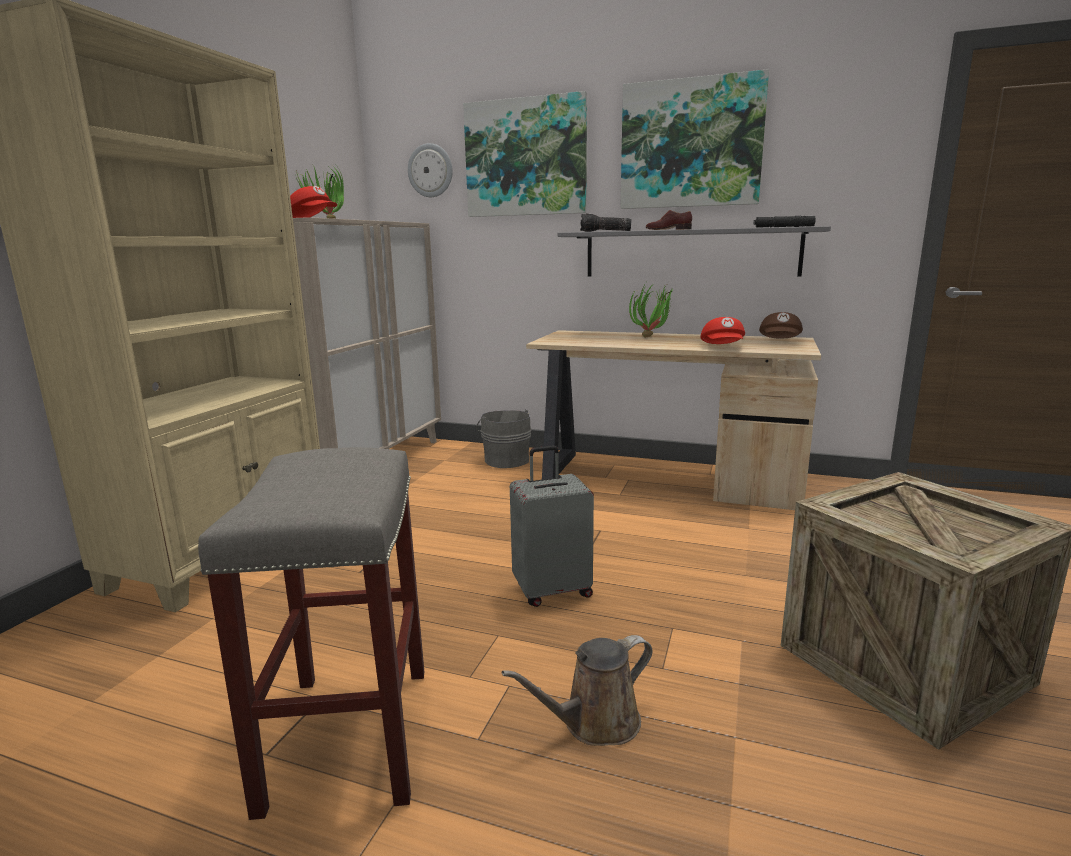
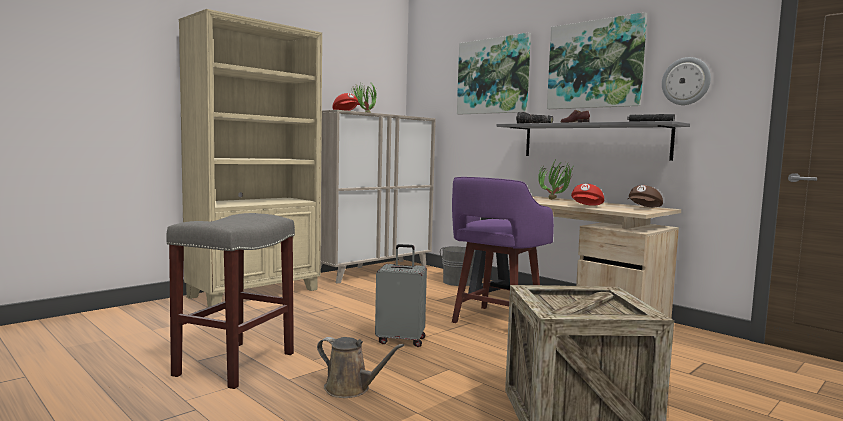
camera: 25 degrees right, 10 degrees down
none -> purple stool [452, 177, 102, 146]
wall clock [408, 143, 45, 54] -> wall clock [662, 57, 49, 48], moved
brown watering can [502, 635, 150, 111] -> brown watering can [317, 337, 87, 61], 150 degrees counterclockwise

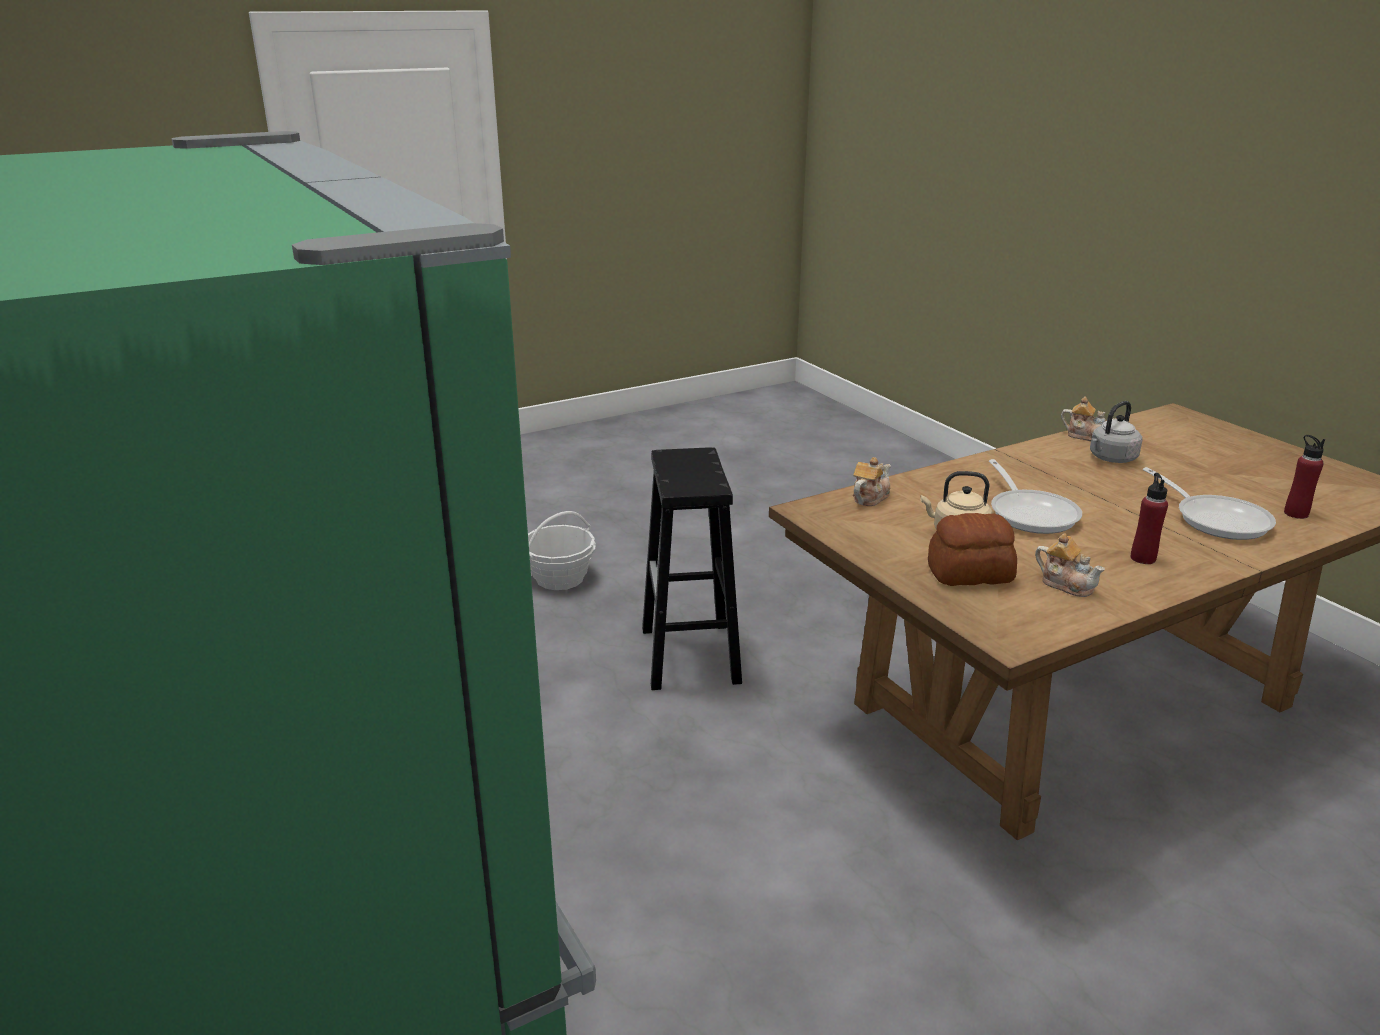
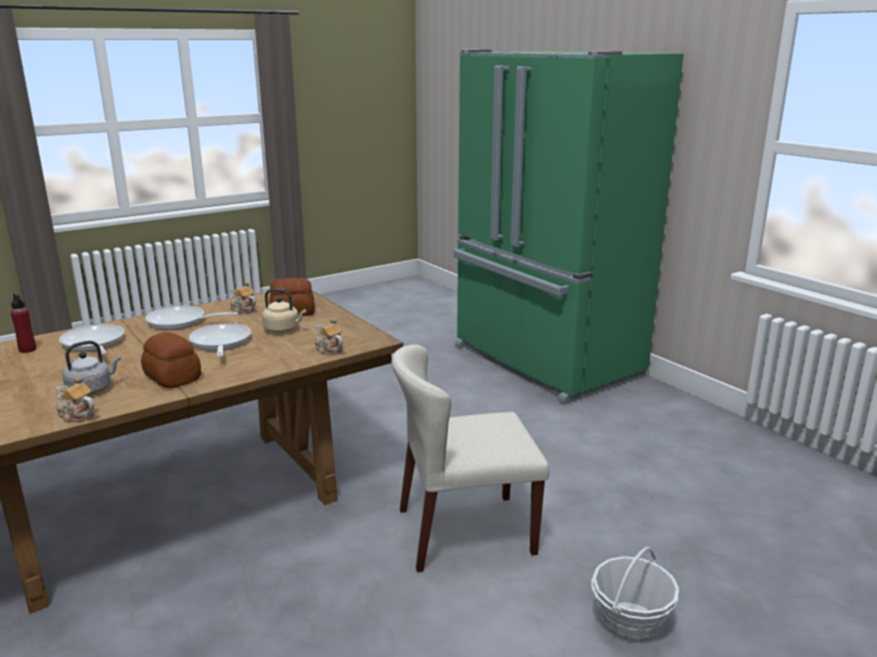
camera: 175 degrees right, 5 degrees down
none -> bread [141, 332, 60, 56]
black stool [642, 447, 100, 243] -> beige chair [391, 345, 159, 227]
red bottle [1131, 473, 37, 91] -> frying pan [145, 306, 94, 24]
teapot [853, 457, 38, 49] -> teapot [314, 317, 29, 38], 105 degrees clockwise

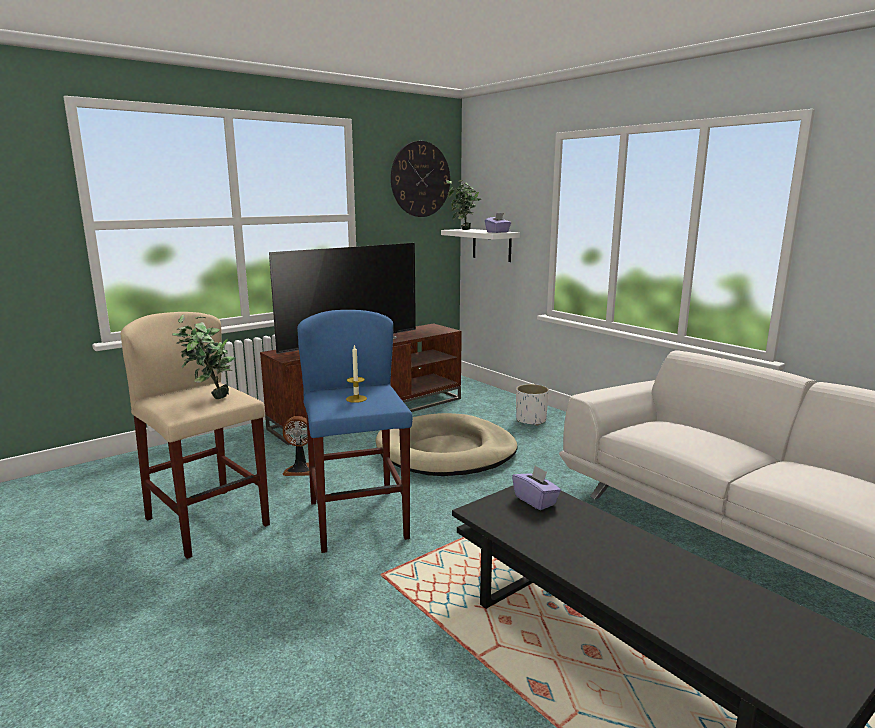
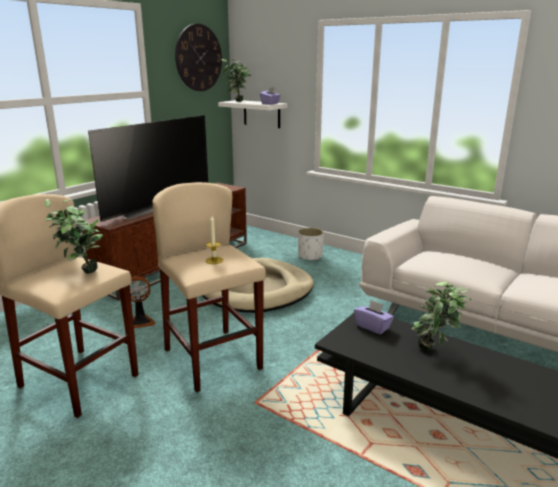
camera: 15 degrees left, 5 degrees up
none -> potted plant [411, 281, 61, 70]
blue stool [297, 310, 116, 243] -> beige stool [152, 182, 114, 211]

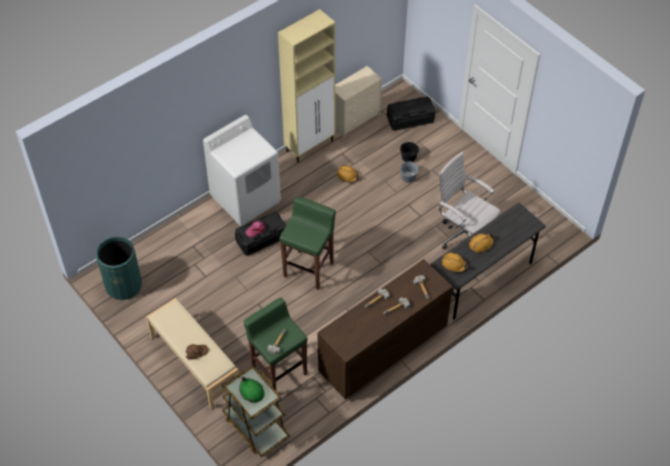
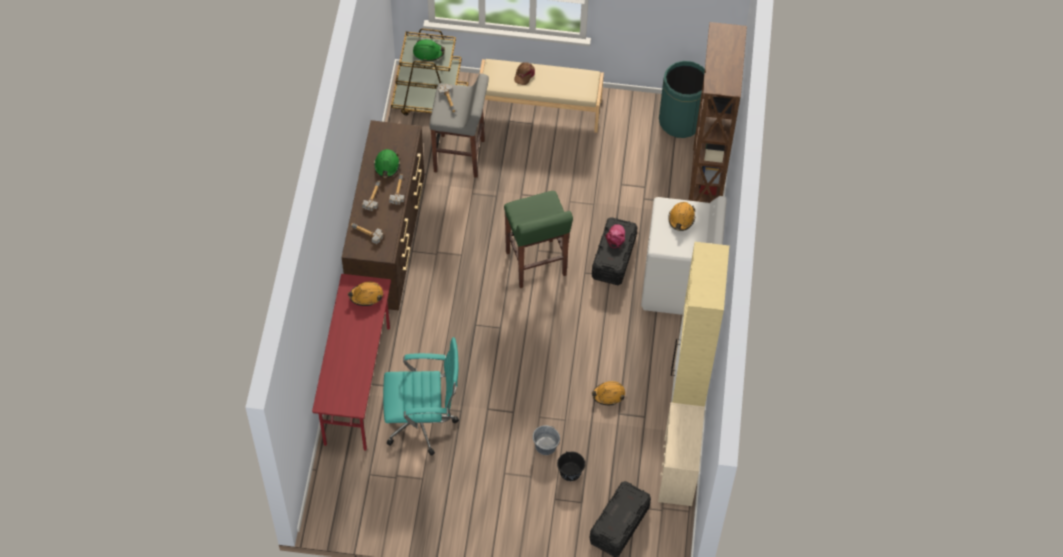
camera: 135 degrees right, 5 degrees up
none -> green hard hat [374, 149, 26, 29]
none -> brown bookcase [688, 22, 59, 181]
orange hard hat [469, 233, 25, 19] -> orange hard hat [668, 202, 27, 29], moved
green stool [243, 298, 65, 93] -> grey stool [429, 74, 60, 104]
grey desk [430, 202, 116, 118] -> red desk [312, 274, 79, 177]
white office chair [439, 152, 62, 97] -> turquoise office chair [383, 337, 76, 118]

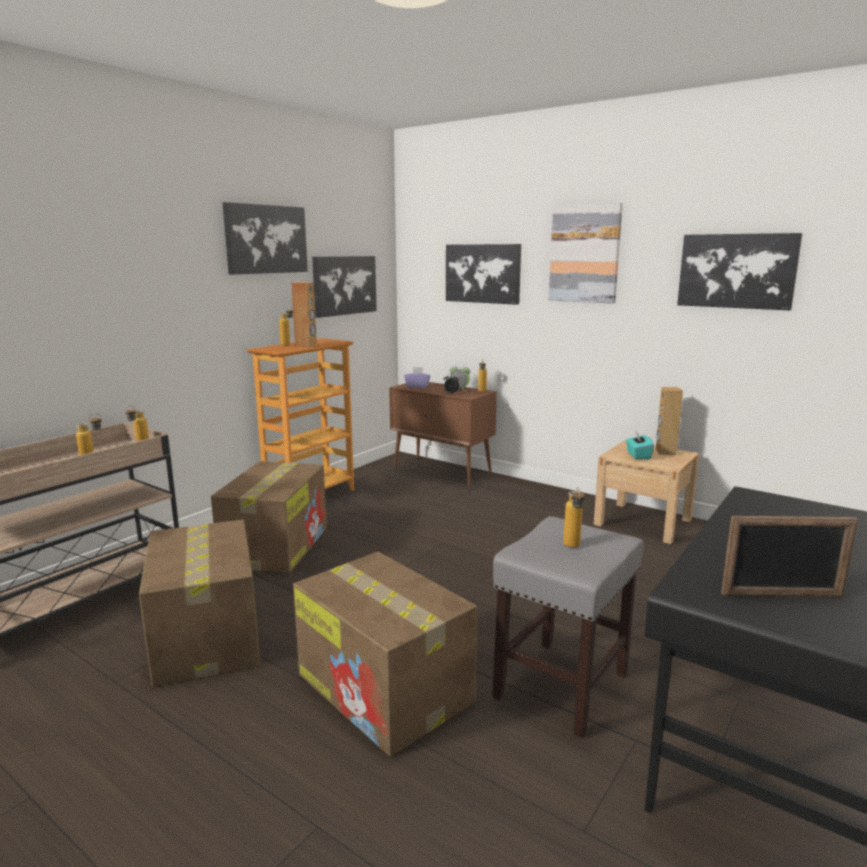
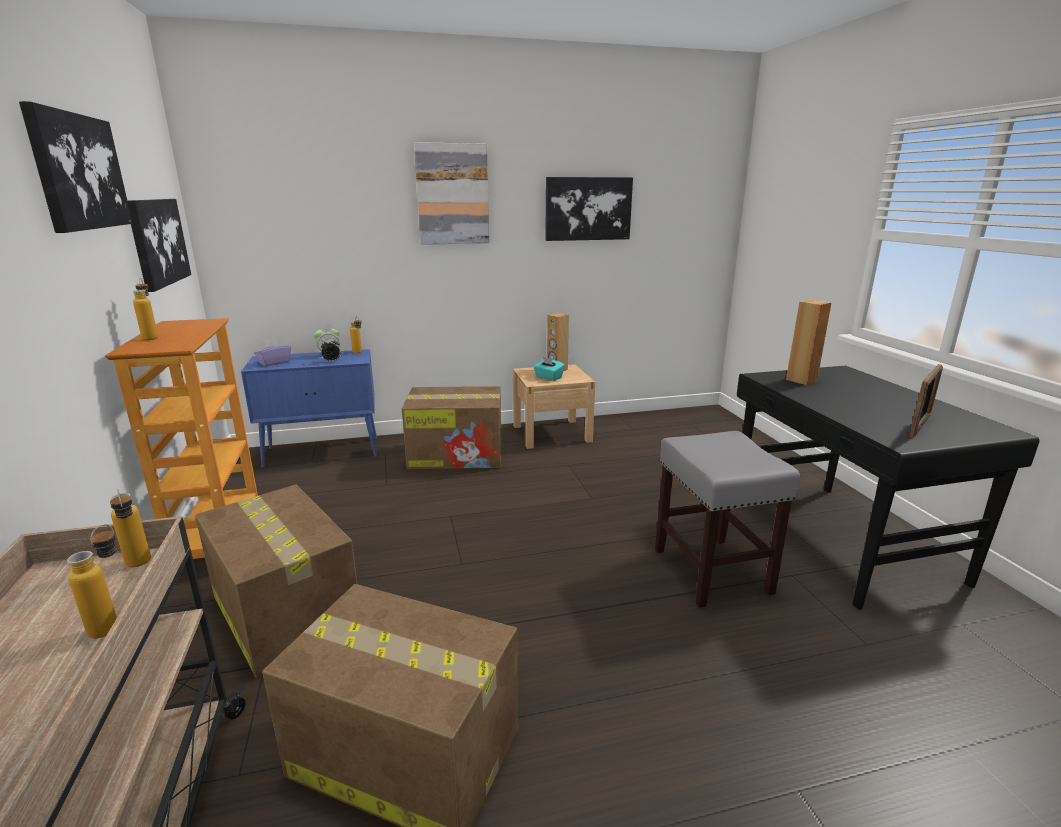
camera: 50 degrees left, 5 degrees up
picture [446, 244, 75, 61] -> none
bottle [563, 487, 22, 61] -> none
brown speaker [291, 282, 26, 65] -> brown speaker [786, 299, 45, 86], moved
cardboard box [293, 552, 184, 205] -> cardboard box [402, 386, 99, 83], moved
brown cabinet [389, 382, 108, 104] -> blue cabinet [241, 349, 136, 119]

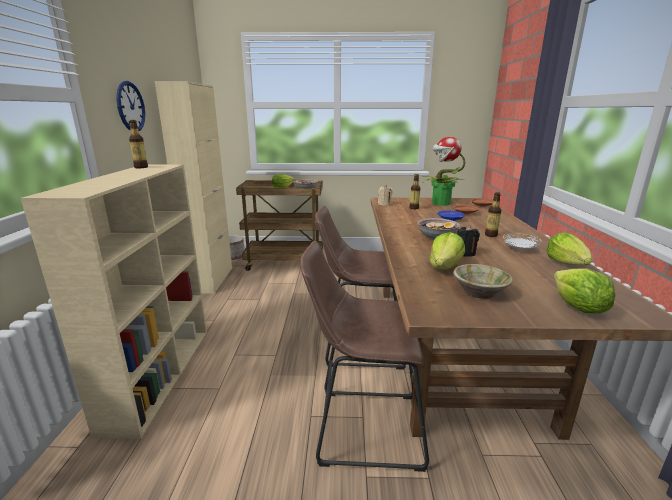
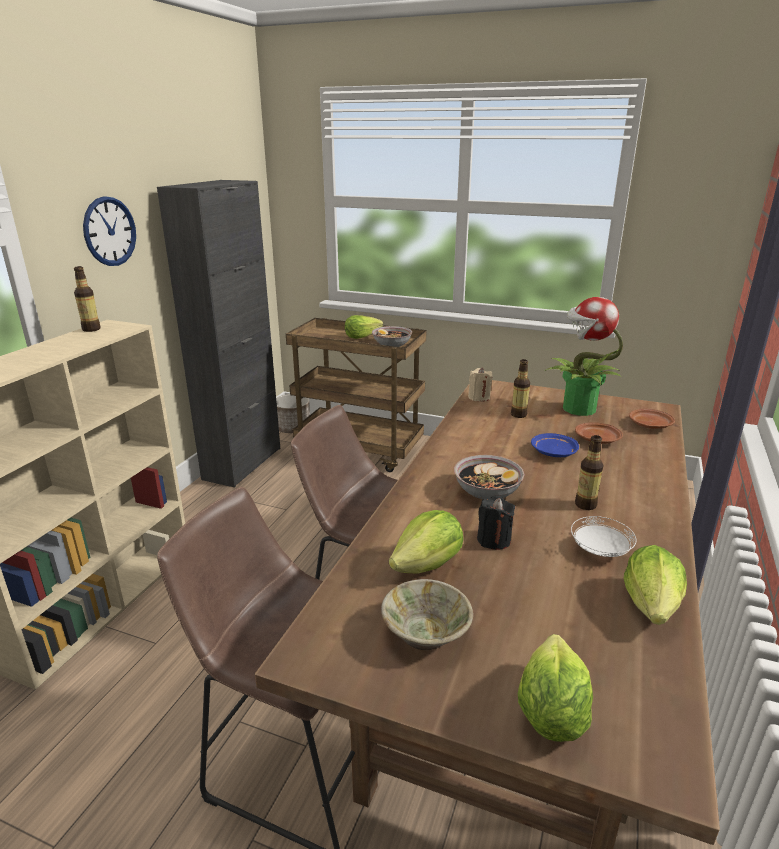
camera: 20 degrees right, 5 degrees up
beige cabinet [155, 81, 77, 213] -> black cabinet [157, 180, 123, 308]

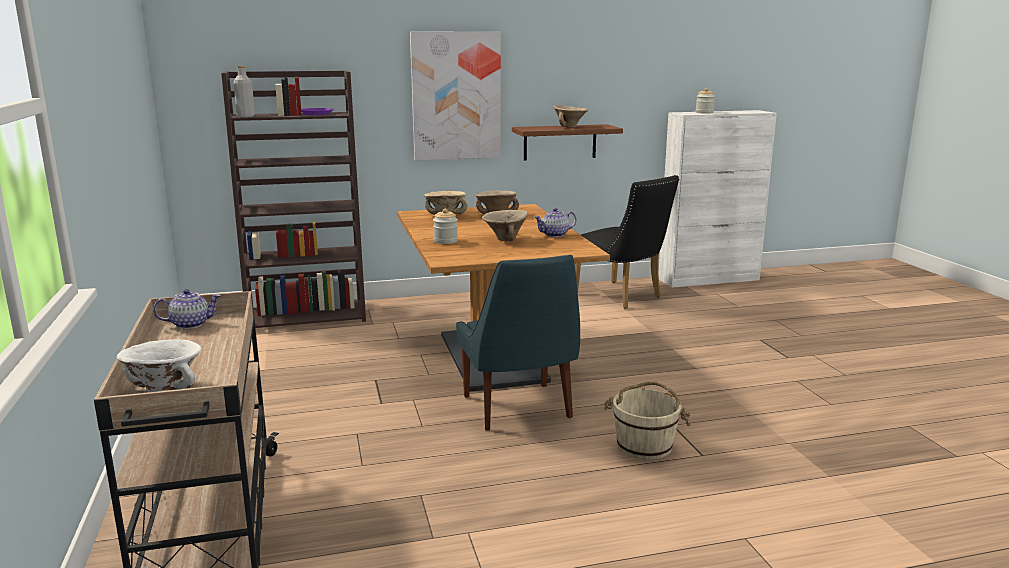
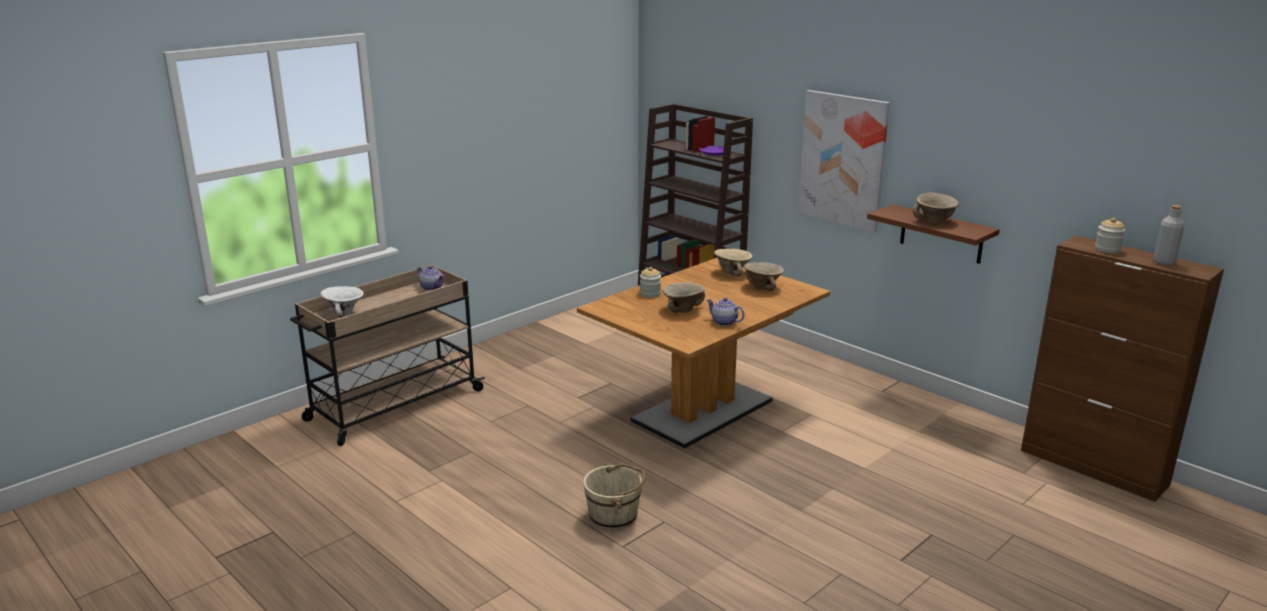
camera: 60 degrees right, 5 degrees up
blue chair [456, 255, 124, 176] -> none
black chair [575, 175, 104, 134] -> none
grey bottle [233, 66, 22, 51] -> grey bottle [1153, 205, 31, 61], moved
white cabinet [658, 110, 119, 178] -> brown cabinet [1021, 236, 203, 266]

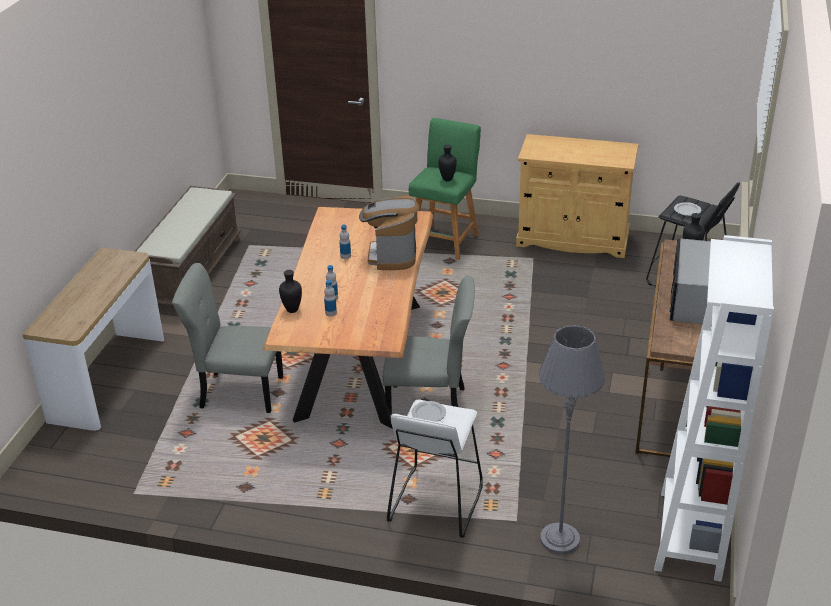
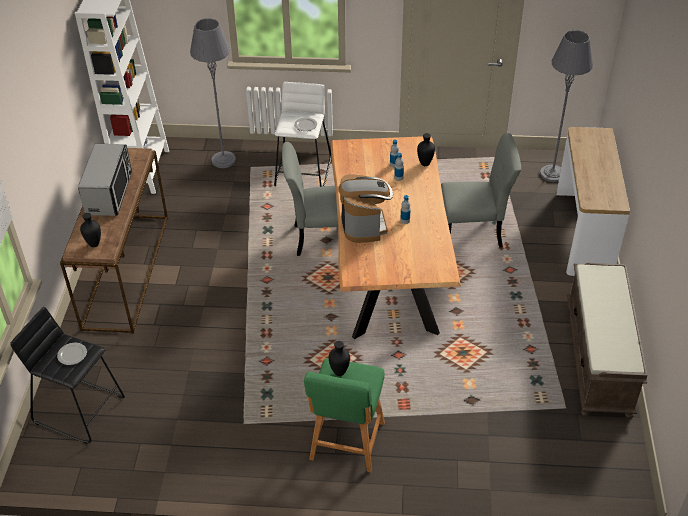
camera: 170 degrees right, 10 degrees up
beige cabinet [516, 134, 123, 124] -> none
none -> grey floor lamp [540, 30, 53, 152]

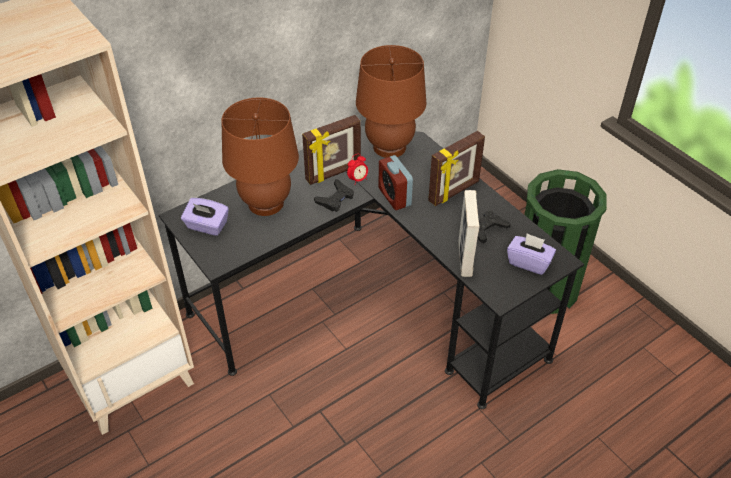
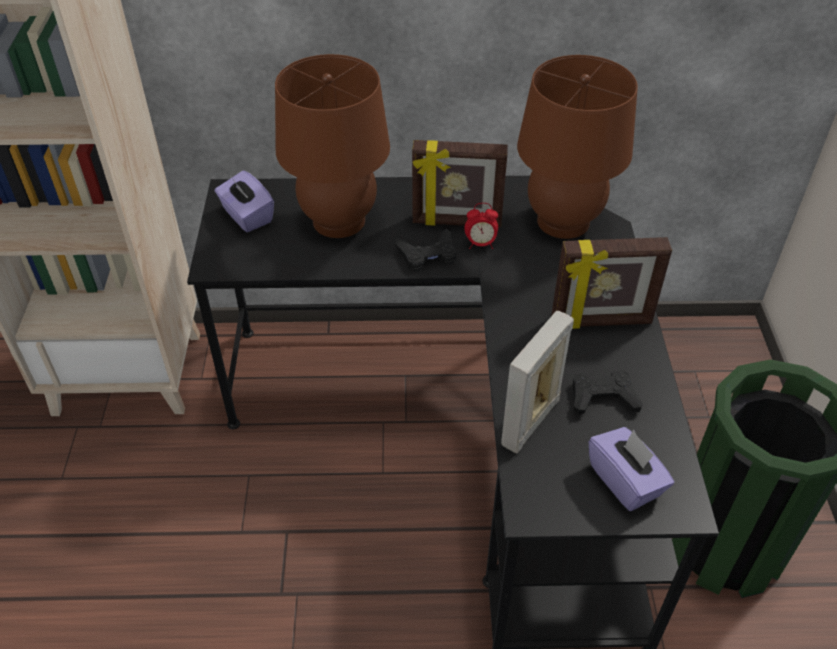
camera: 35 degrees right, 0 degrees up
alarm clock [378, 155, 35, 55] -> none

